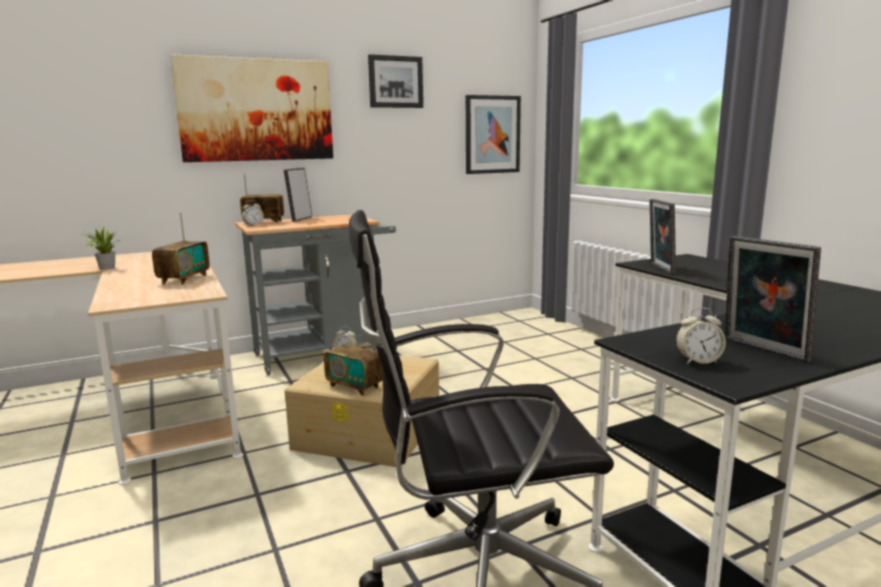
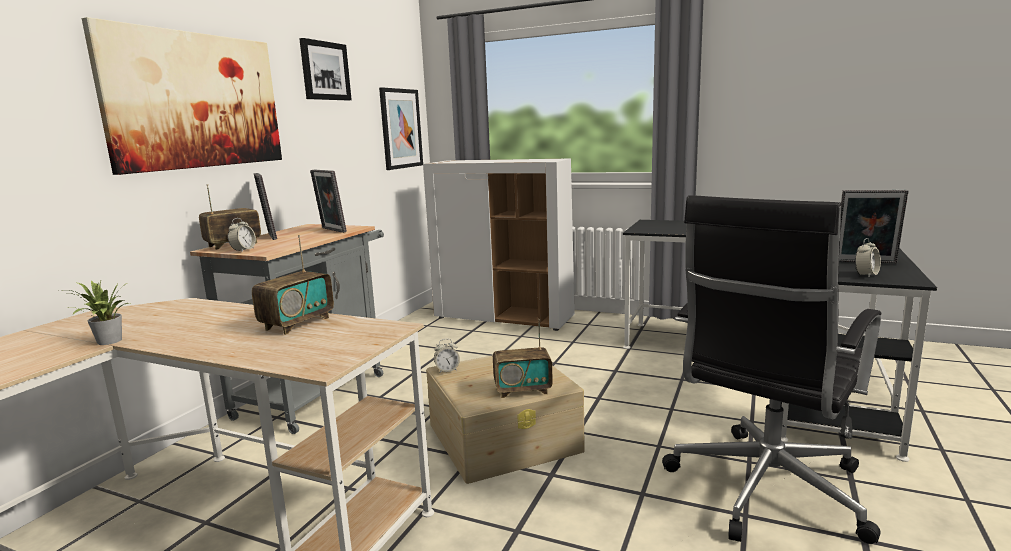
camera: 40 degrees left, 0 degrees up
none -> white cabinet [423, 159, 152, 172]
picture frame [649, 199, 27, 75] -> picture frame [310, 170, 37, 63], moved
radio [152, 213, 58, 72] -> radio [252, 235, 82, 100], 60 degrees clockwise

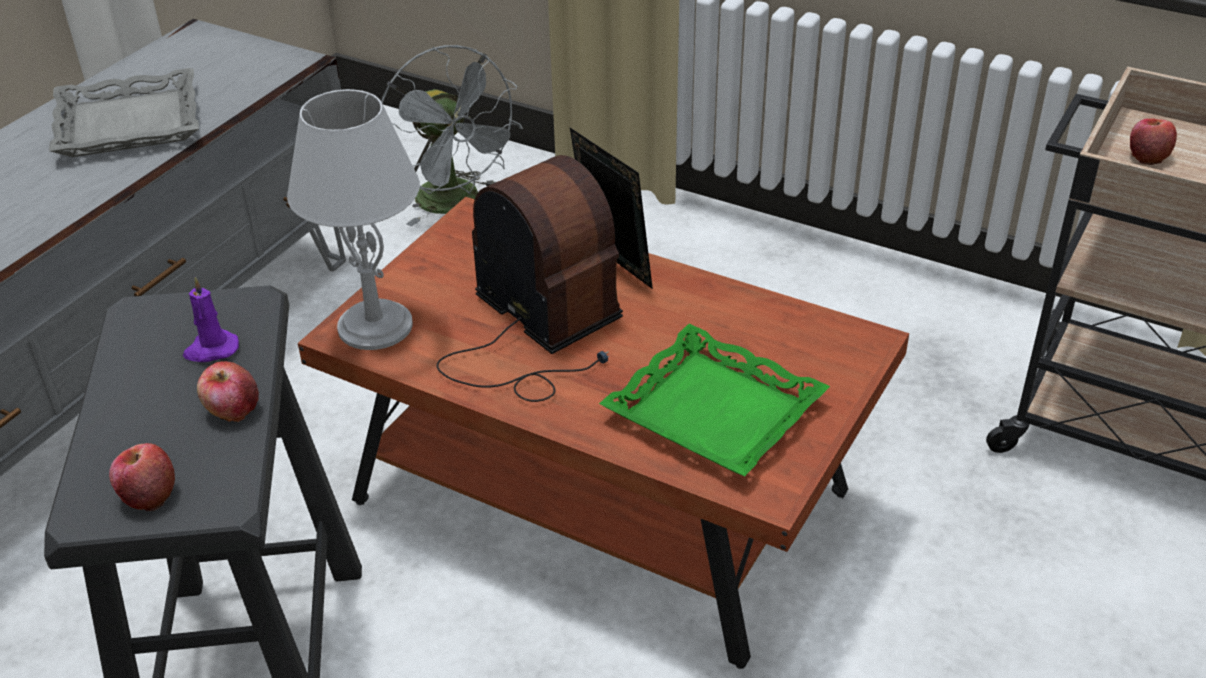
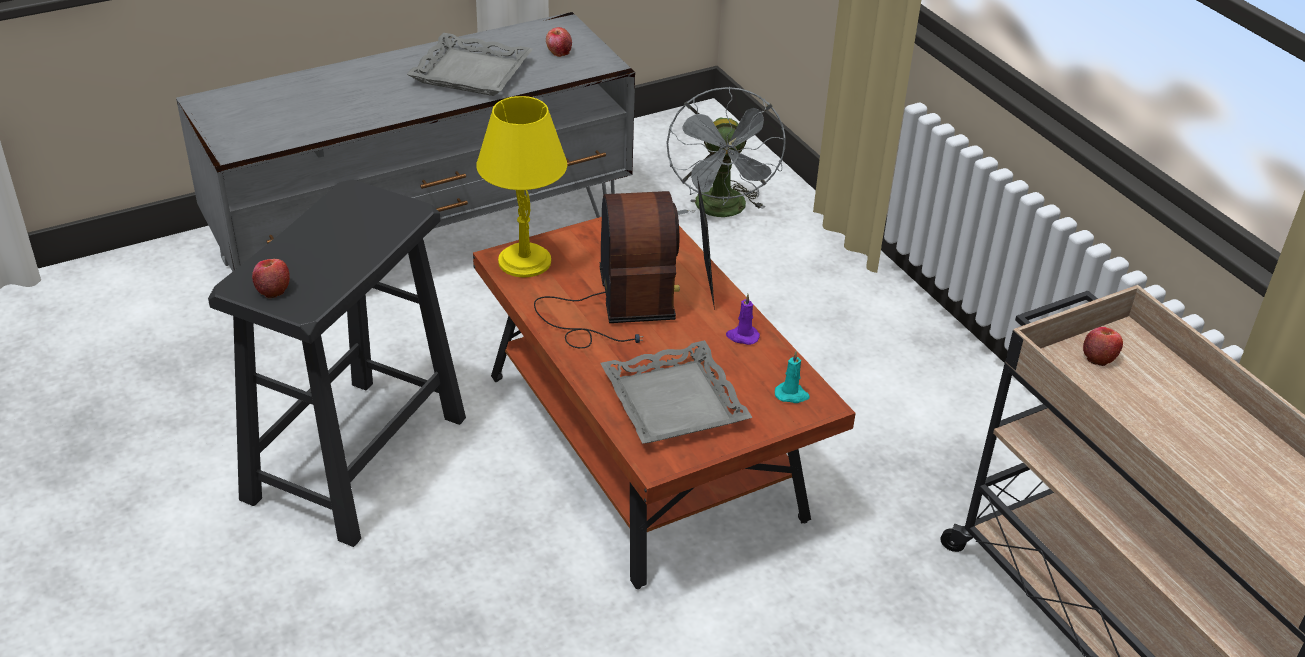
camera: 30 degrees right, 0 degrees up
none -> turquoise candle [775, 351, 35, 52]
purple candle [183, 277, 56, 85] -> purple candle [726, 294, 34, 51], moved
apple [197, 361, 62, 61] -> apple [546, 27, 26, 30], moved
grey table lamp [287, 89, 133, 261] -> yellow table lamp [476, 96, 91, 181]
green tray [599, 324, 231, 152] -> grey tray [600, 340, 153, 104]

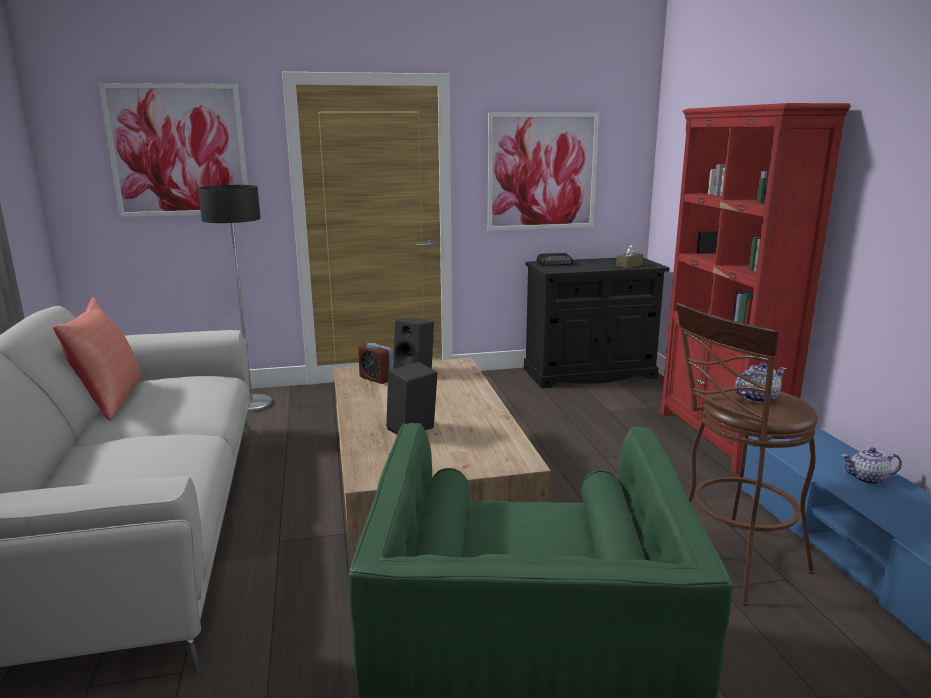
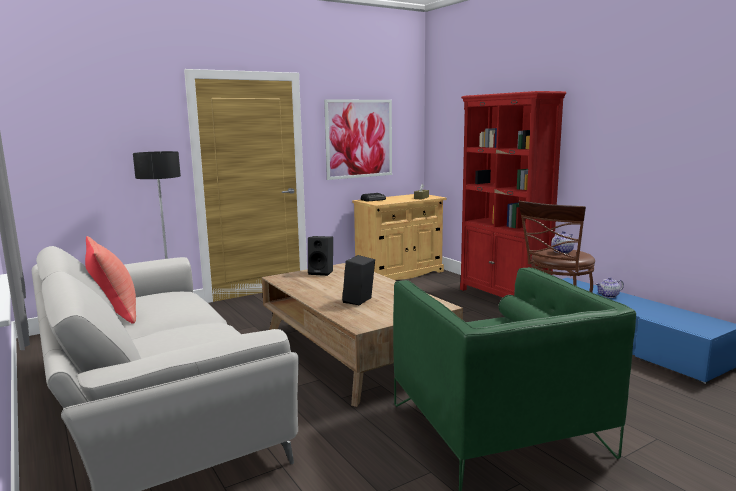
camera: 20 degrees left, 5 degrees down
picture [99, 83, 149, 134] -> none
alarm clock [358, 343, 35, 41] -> none
black cabinet [524, 258, 146, 130] -> beige cabinet [352, 194, 94, 86]

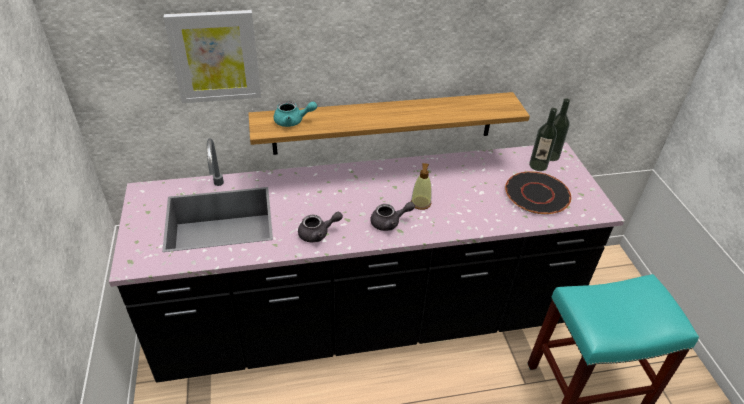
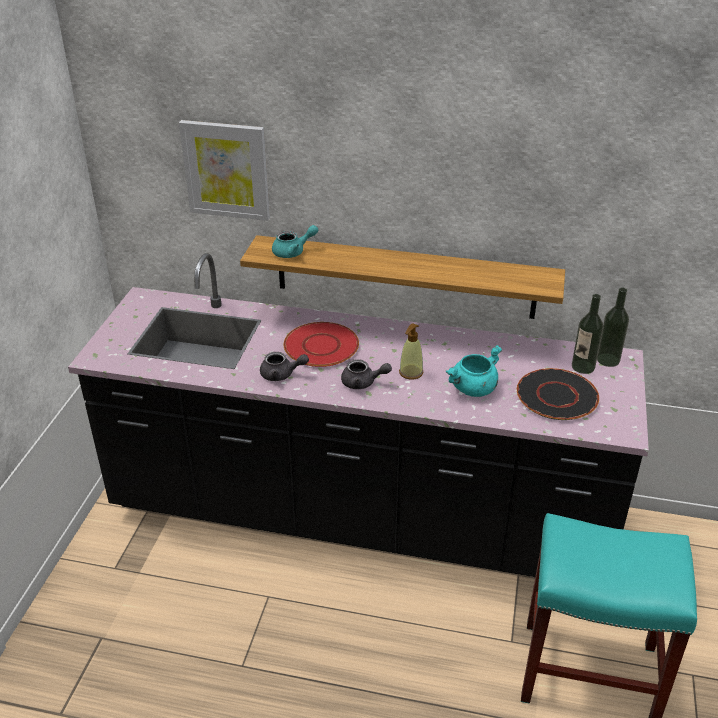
camera: 25 degrees right, 5 degrees down
none -> red plate [284, 322, 75, 45]
none -> turquoise cooking pot [445, 345, 57, 52]
turquoise teapot [274, 101, 43, 26] -> turquoise teapot [272, 225, 46, 33], 45 degrees counterclockwise

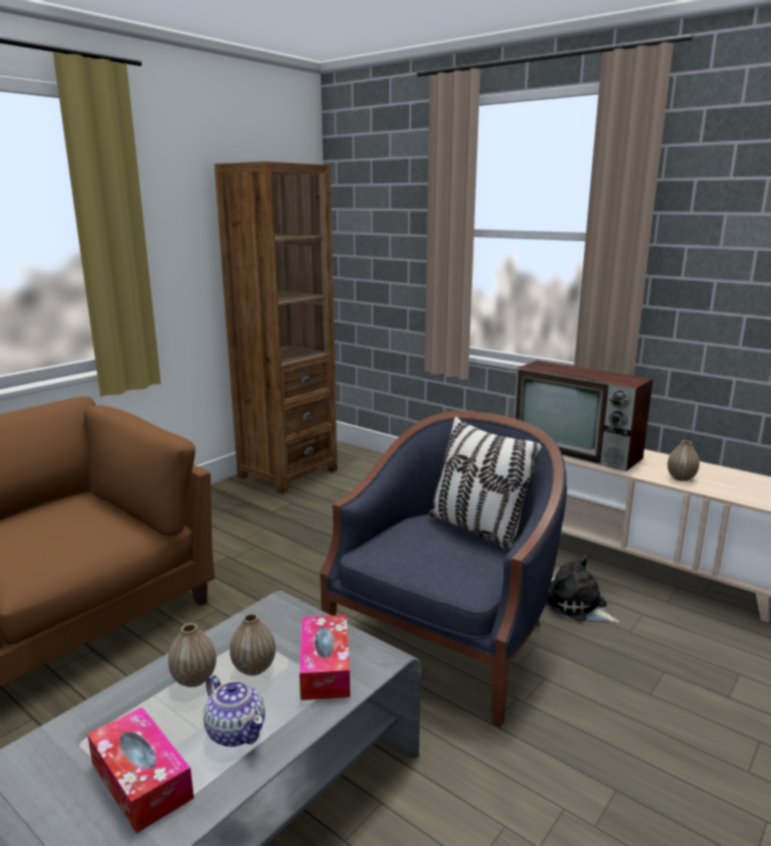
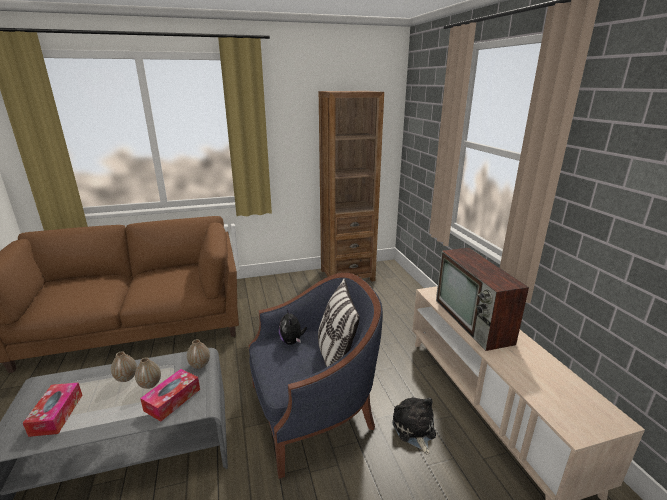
camera: 35 degrees right, 5 degrees up
teapot [204, 675, 61, 72] -> none
none -> plush toy [279, 309, 28, 36]
vase [667, 440, 32, 41] -> vase [187, 339, 23, 30], moved

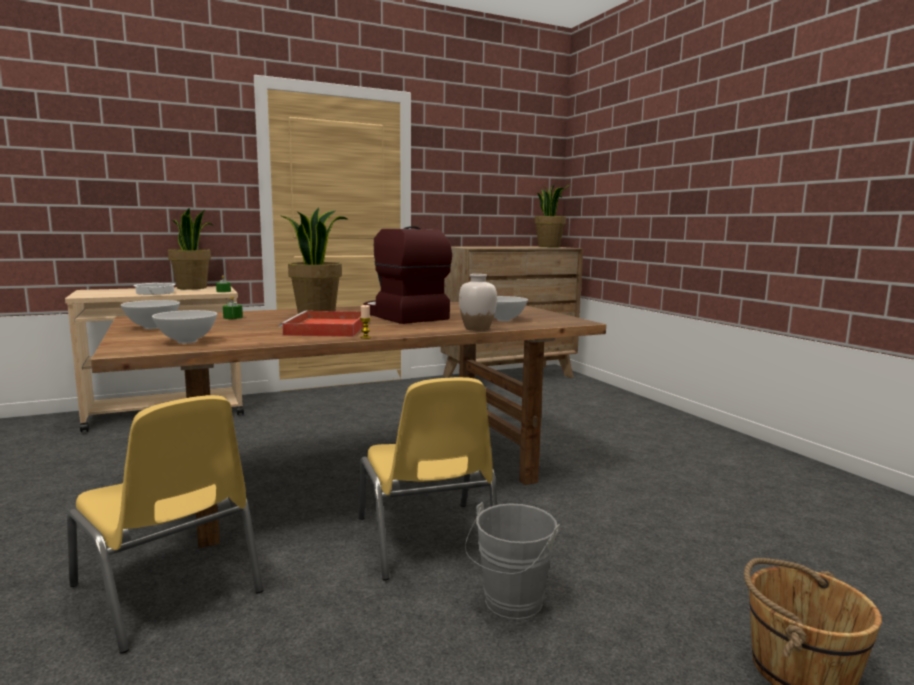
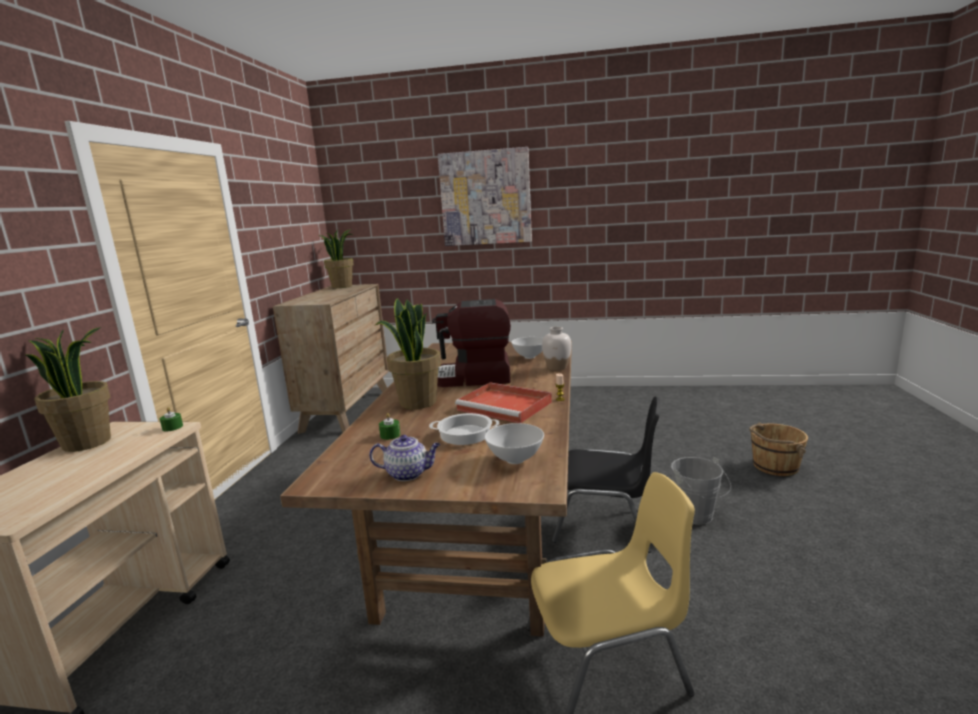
camera: 55 degrees left, 5 degrees up
none -> picture [438, 147, 94, 99]
cooking pot [133, 283, 43, 12] -> cooking pot [429, 413, 70, 32], moved
white bowl [121, 300, 59, 29] -> teapot [369, 435, 71, 46]
yellow chair [359, 377, 138, 203] -> black chair [552, 396, 108, 157]

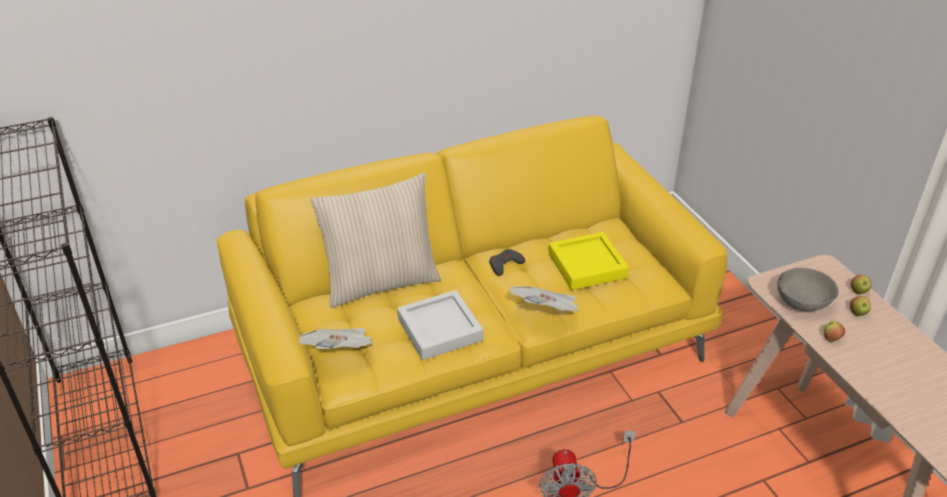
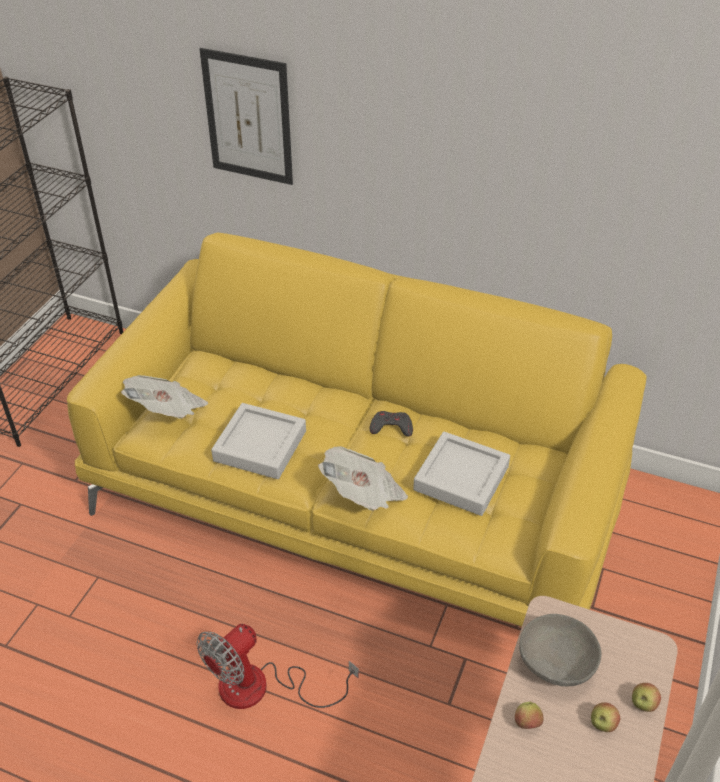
camera: 45 degrees right, 5 degrees up
beige pillow [310, 173, 131, 135] -> none
none -> picture [200, 48, 93, 137]
yellow tray [549, 232, 80, 58] -> grey tray [413, 432, 97, 84]

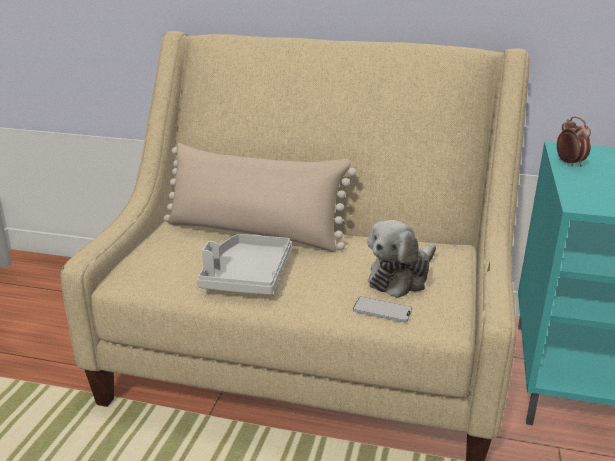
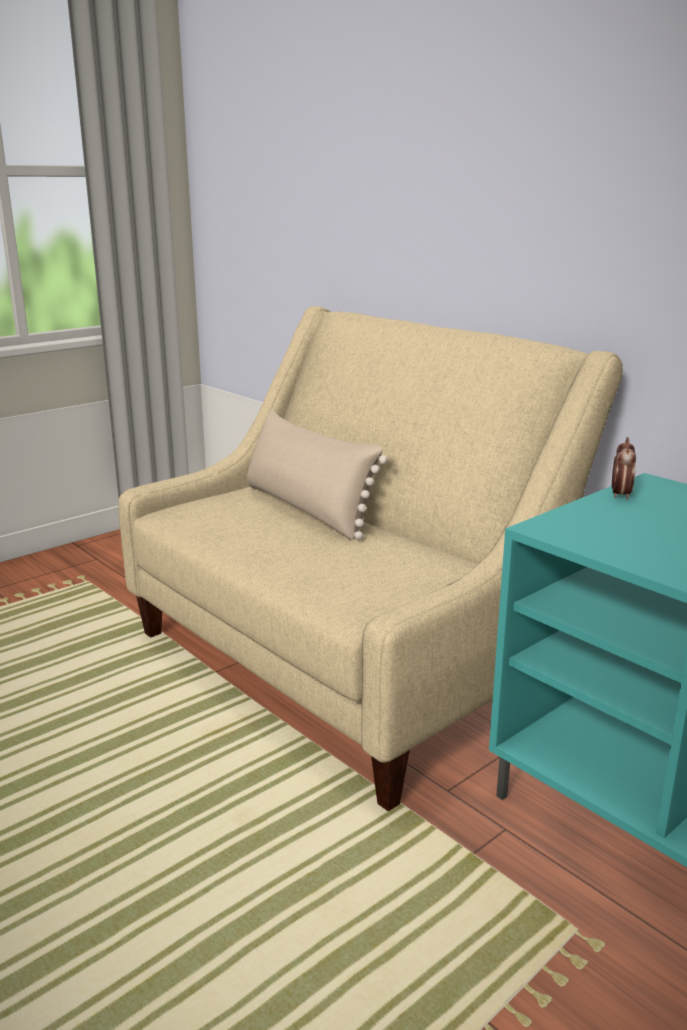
camera: 35 degrees right, 5 degrees down
grey tray [197, 234, 94, 61] -> none
phone [353, 296, 59, 27] -> none
plush toy [367, 220, 69, 78] -> none

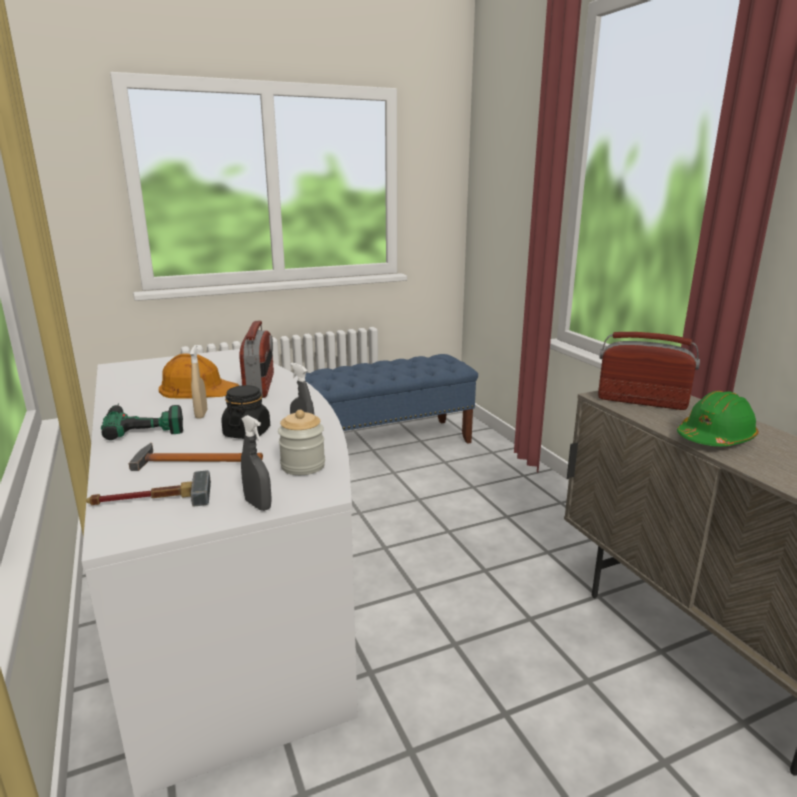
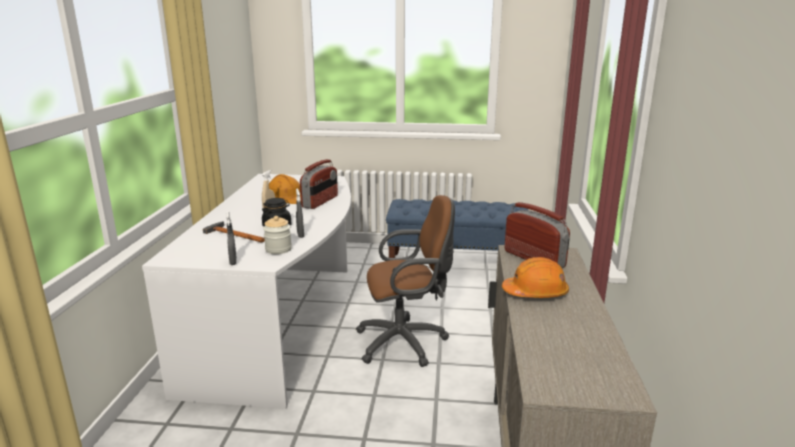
camera: 30 degrees right, 0 degrees up
hammer [86, 470, 125, 37] -> none
power drill [101, 403, 82, 37] -> none
none -> brown office chair [356, 195, 99, 172]
green hard hat [677, 391, 82, 55] -> orange hard hat [502, 257, 67, 41]

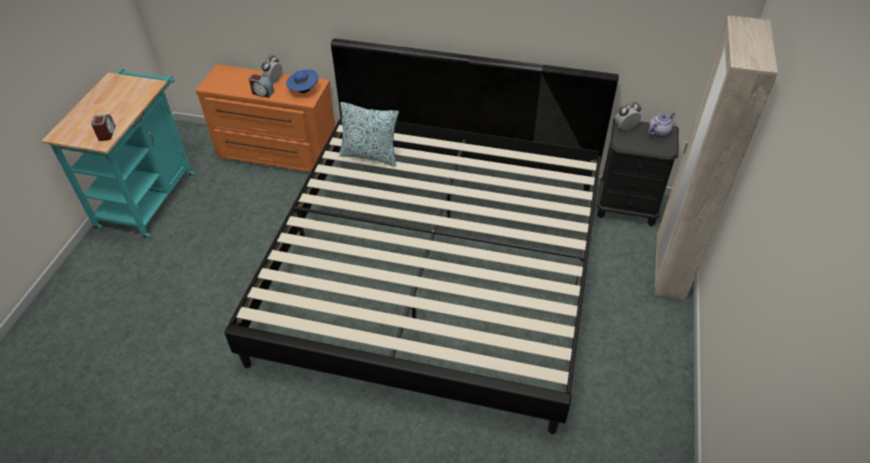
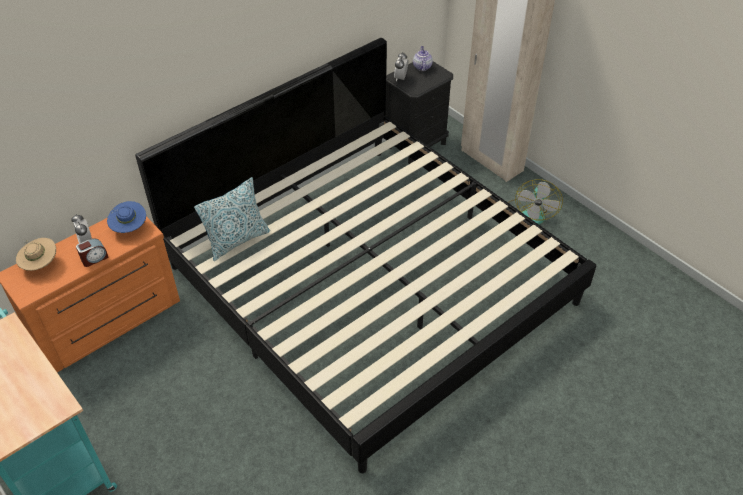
camera: 55 degrees left, 0 degrees up
alarm clock [91, 115, 24, 26] -> none
none -> beige hat [16, 238, 40, 33]
none -> fan [508, 179, 55, 46]

